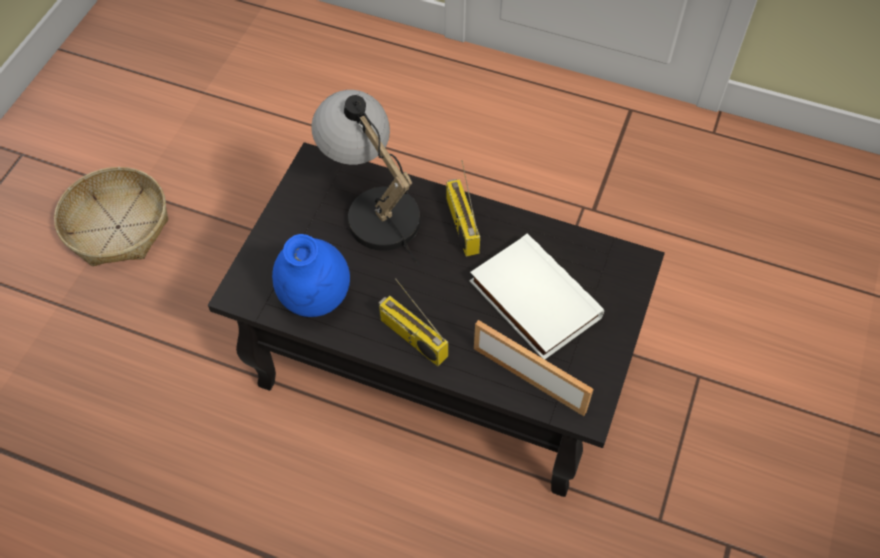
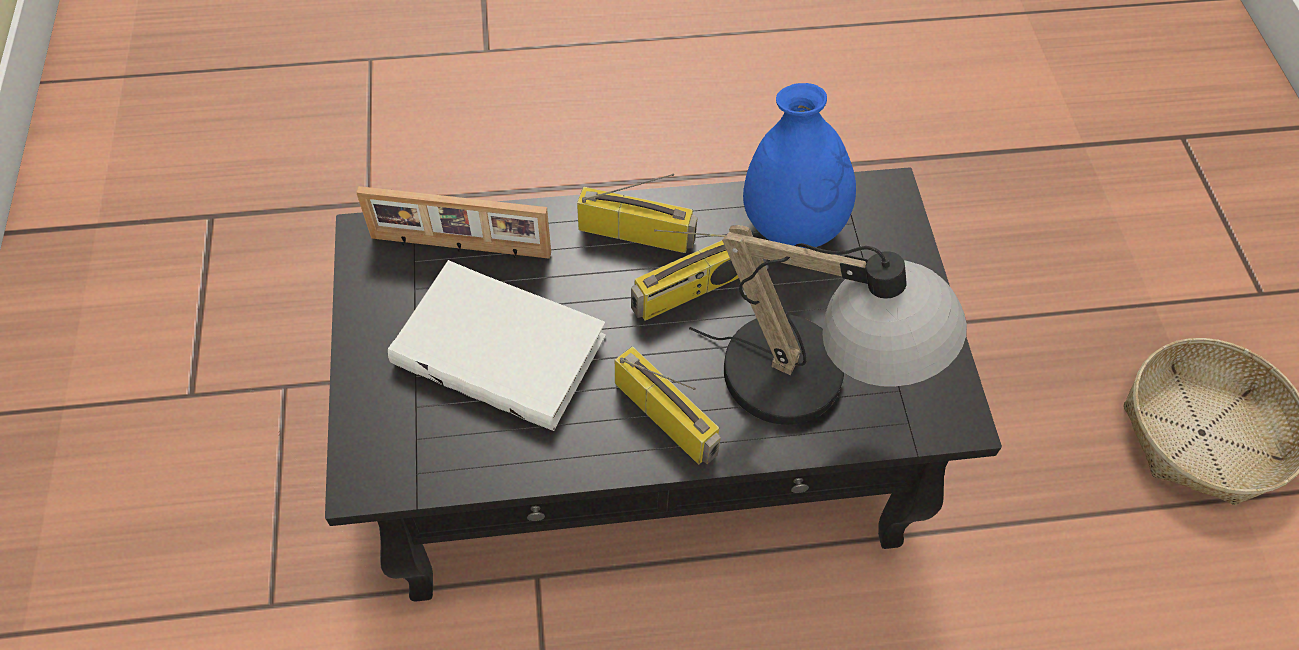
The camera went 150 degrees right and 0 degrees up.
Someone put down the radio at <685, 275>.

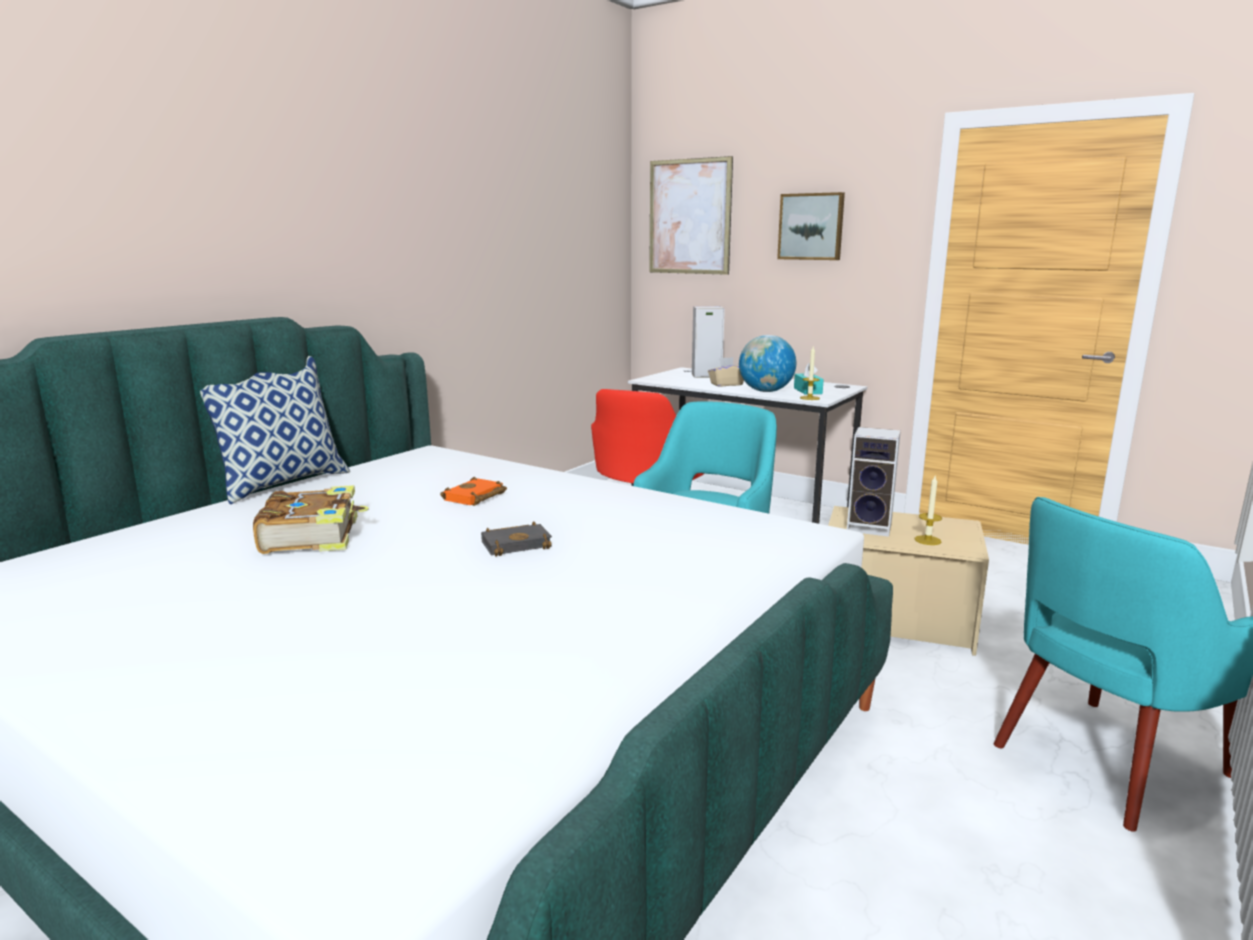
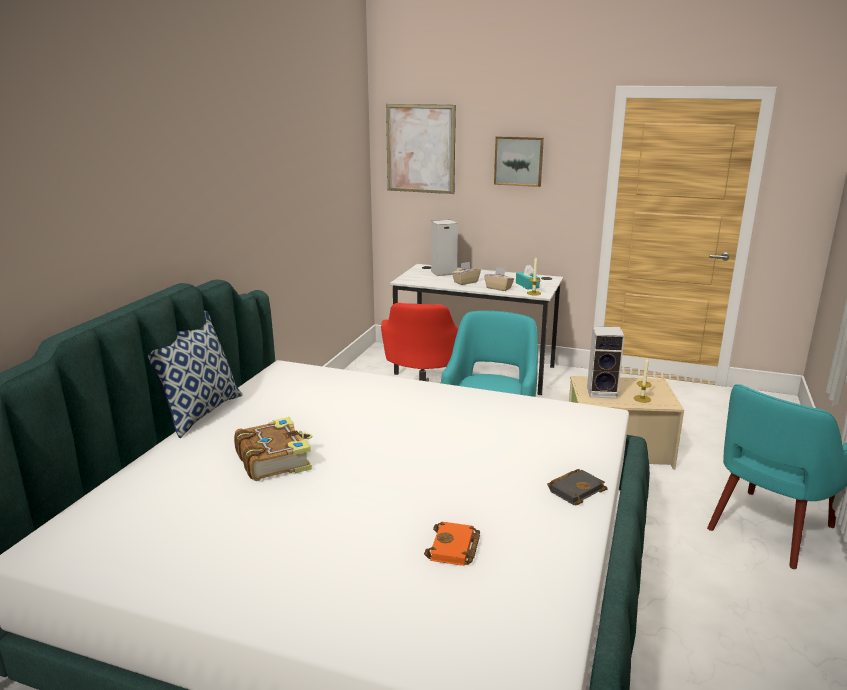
The camera went 15 degrees left and 5 degrees up.
Someone swapped the globe at <767, 363> for the beige tissue box at <499, 279>.
Someone carried the orange book from <473, 491> to <452, 543>.
Someone carried the black book from <516, 539> to <577, 487>.

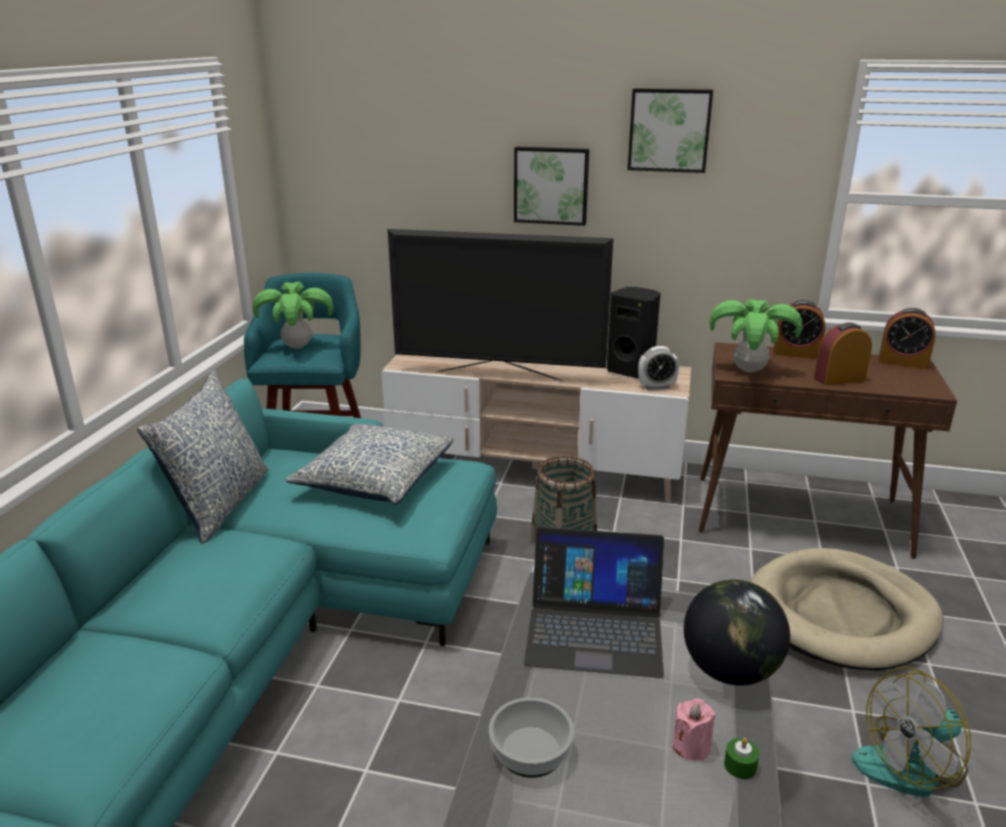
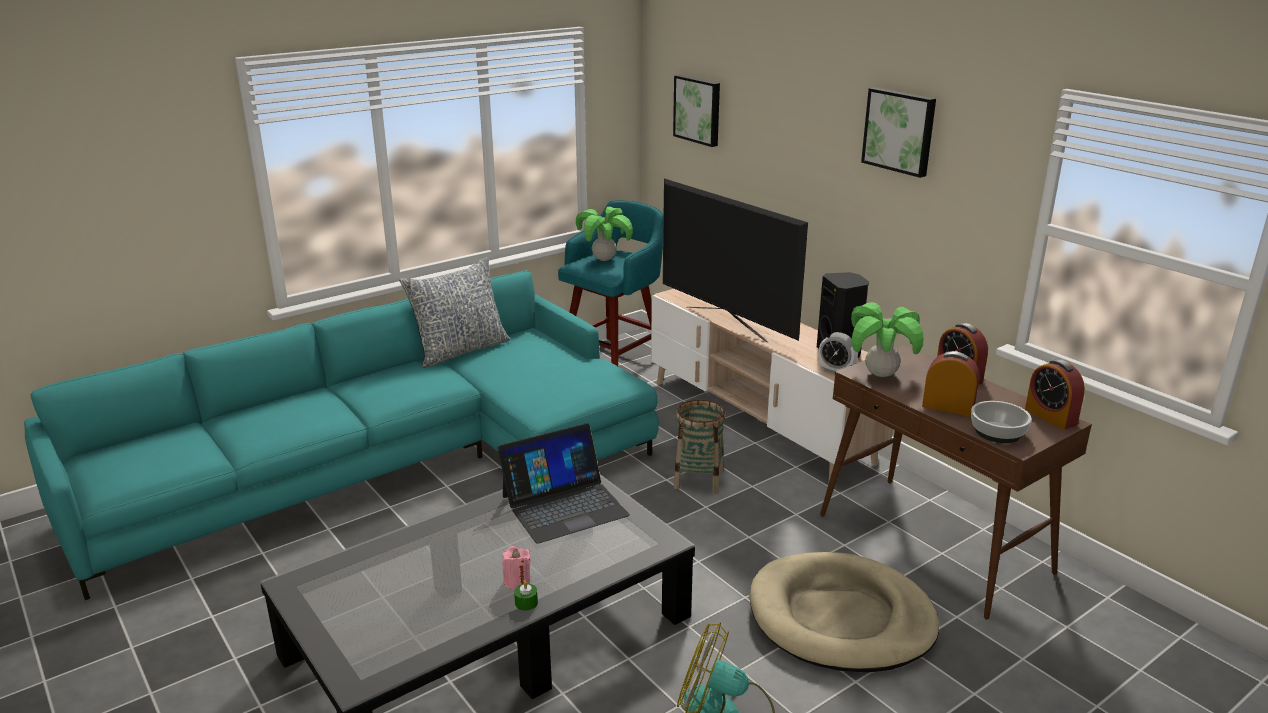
The camera went 40 degrees right and 0 degrees up.
Someone carried the picture from <551, 186> to <696, 111>.
Someone took away the pillow at <370, 464>.
Someone rotated the laptop at <594, 602> by 75 degrees counterclockwise.
Someone took away the globe at <737, 632>.
Someone carried the bowl from <531, 738> to <1001, 422>.

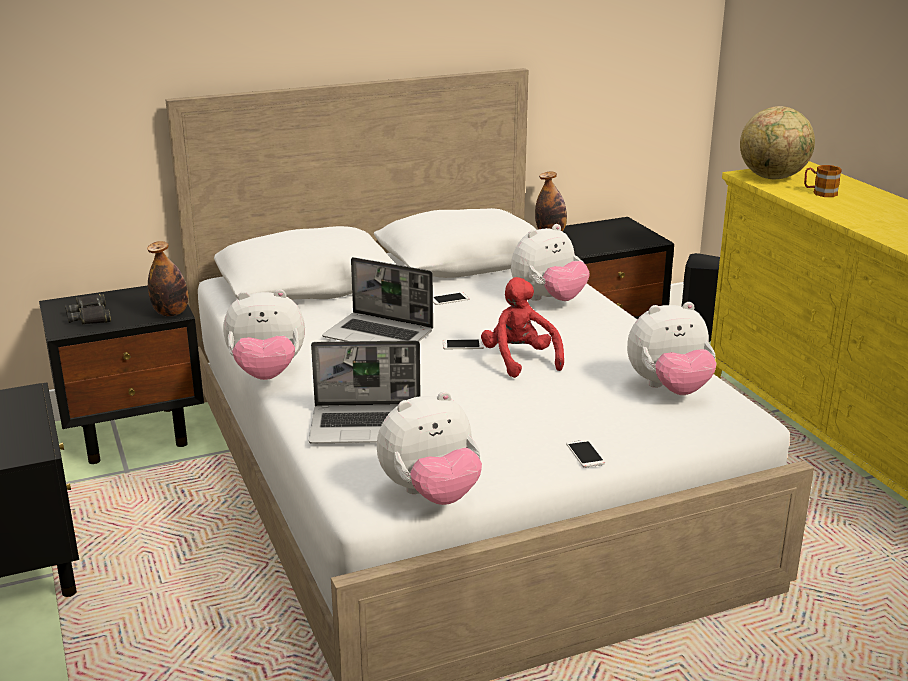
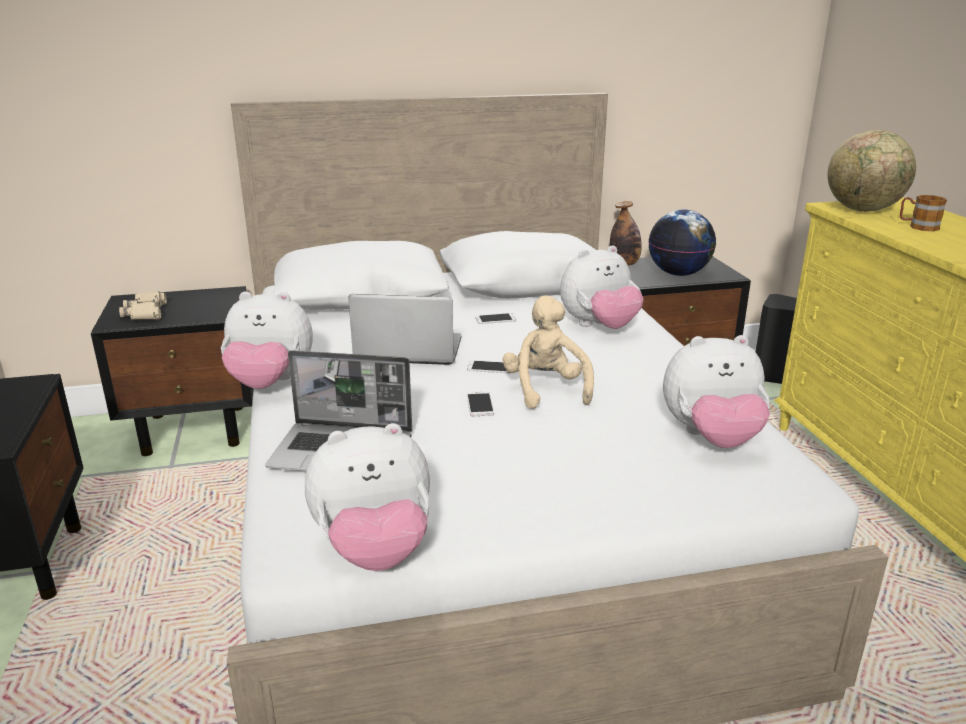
The camera went 10 degrees right and 0 degrees up.
Someone took away the bottle at <167, 279>.
Someone rotated the laptop at <377, 299> by 150 degrees clockwise.
Someone repainted the red plush toy at <522, 327>, which became the beige plush toy at <548, 352>.
Someone repainted the black binoculars at <88, 309>, which became the beige binoculars at <143, 305>.
Someone carried the phone from <585, 453> to <480, 403>.
Someone put down the globe at <682, 243>.

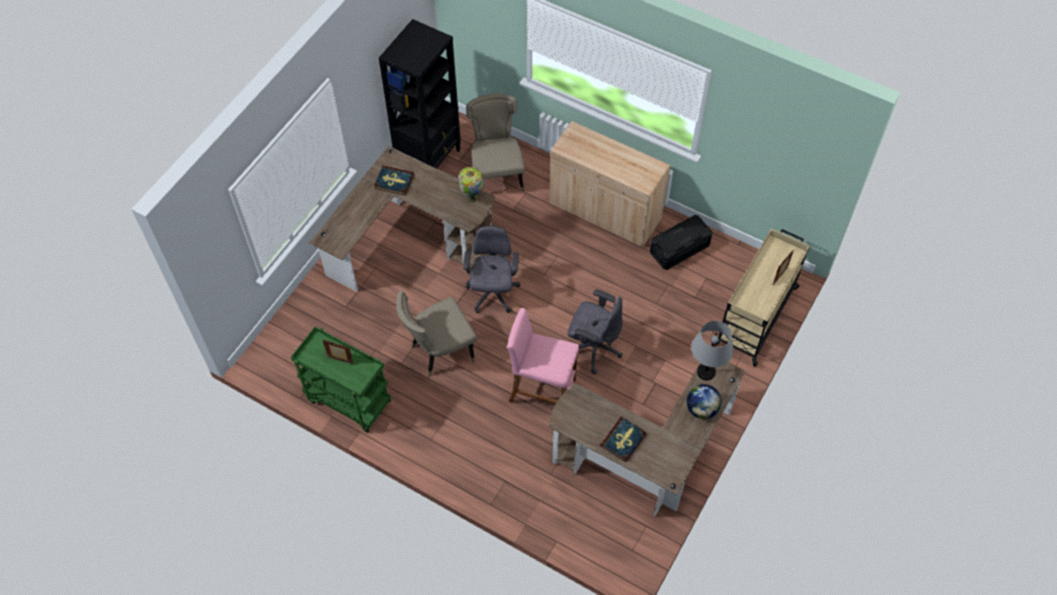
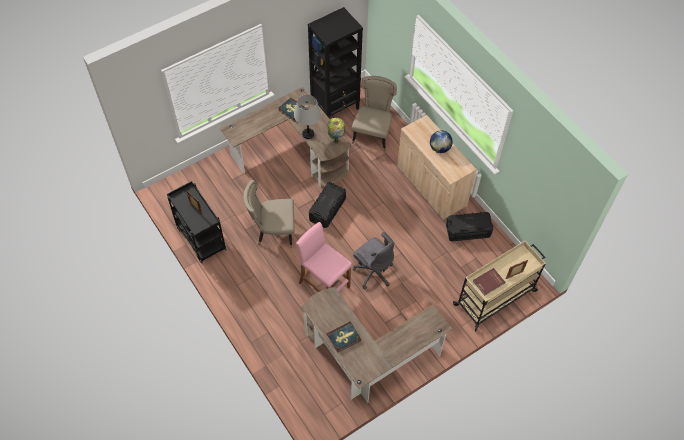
The camera went 25 degrees right and 0 degrees up.
Someone swapped the grey office chair at <491, 269> for the black storage box at <327, 205>.
Someone carried the grey table lamp from <712, 350> to <307, 117>.
Someone repainted the green cart at <341, 380>, which became the black cart at <197, 222>.
Someone carried the globe from <703, 401> to <441, 141>.
Someone put down the red book at <489, 282>.

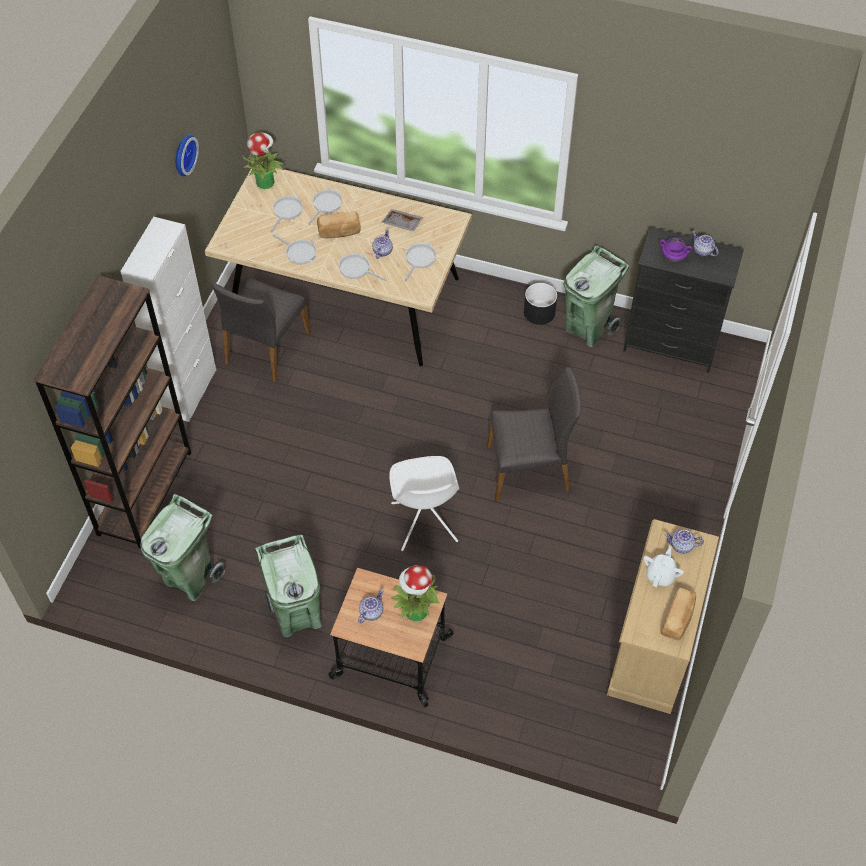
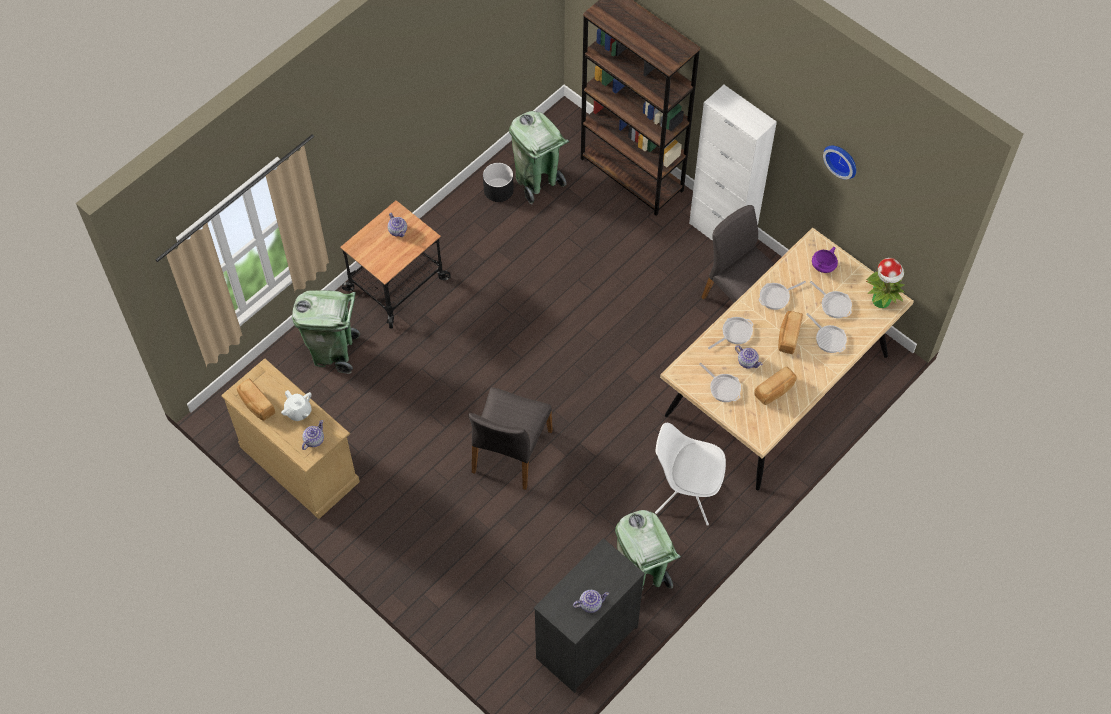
The camera went 115 degrees right and 5 degrees up.
Someone swapped the grey tray at <403, 220> for the bread at <775, 386>.
Someone carried the purple cooking pot from <676, 249> to <825, 260>.
Someone carried the black planter from <540, 304> to <498, 182>.
Someone carried the white chair from <424, 503> to <690, 474>.
Someone carried the green trash can from <288, 586> to <326, 332>.
Someone took away the potted plant at <415, 593>.

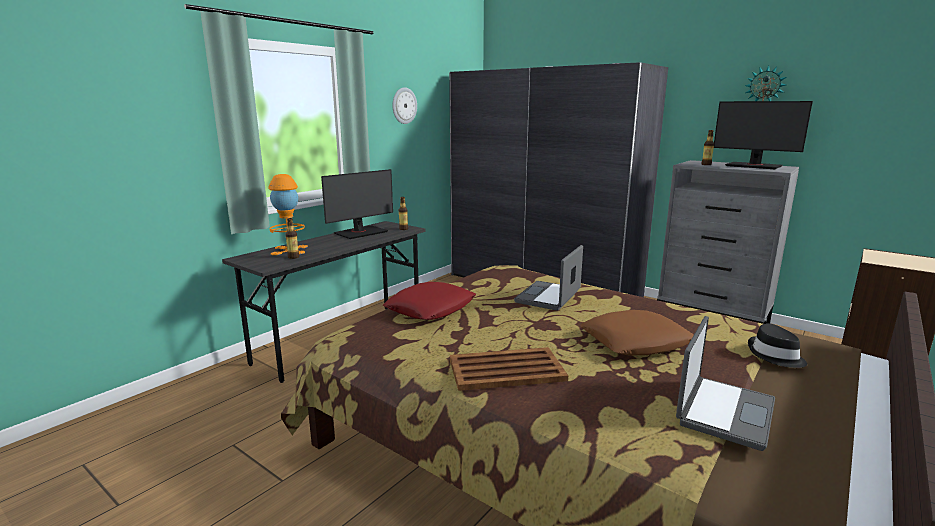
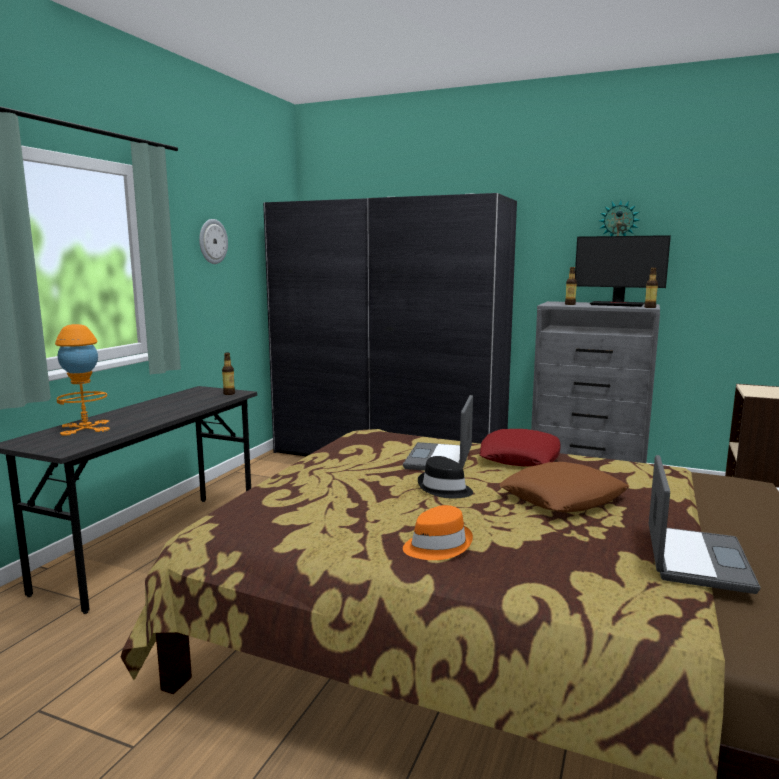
The camera went 15 degrees left and 5 degrees down.
Someone took away the monitor at <357, 204>.
Someone carried the bottle from <292, 238> to <651, 288>.
Someone carried the red pillow from <429, 301> to <520, 448>.
Someone carried the black hat from <777, 345> to <445, 477>.
Someone swapped the brown tray at <509, 369> for the orange hat at <438, 532>.

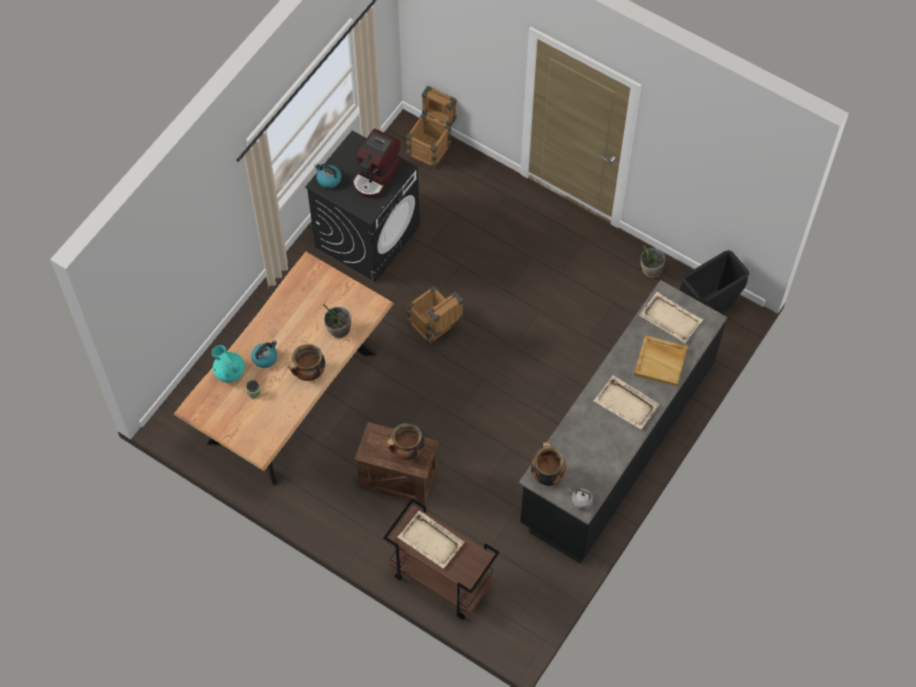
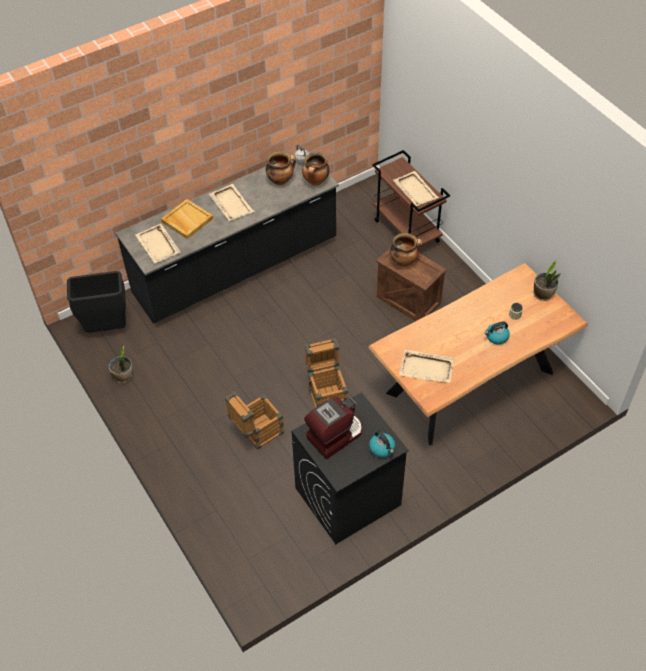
The camera went 155 degrees left and 10 degrees down.
Someone carried the crate from <431, 127> to <254, 421>.
Someone carried the potted plant from <337, 321> to <547, 280>.
Someone took away the turquoise teapot at <228, 363>.
Someone carried the cooking pot from <306, 363> to <281, 168>.
Someone put down the beige tray at <427, 366>.

